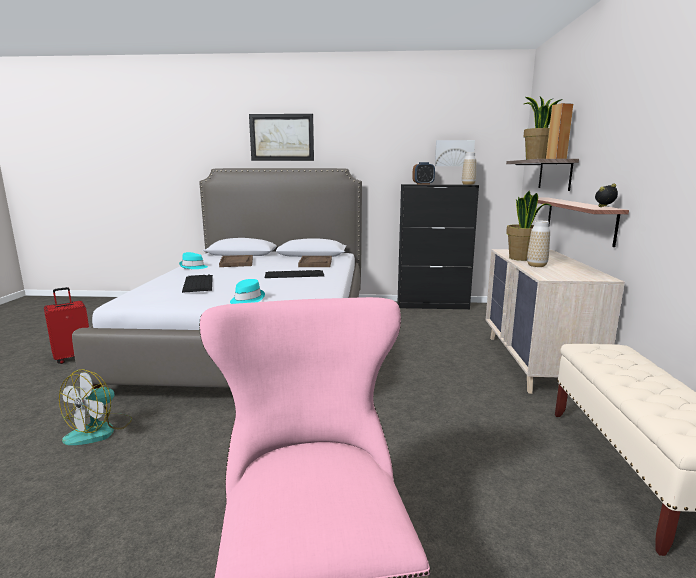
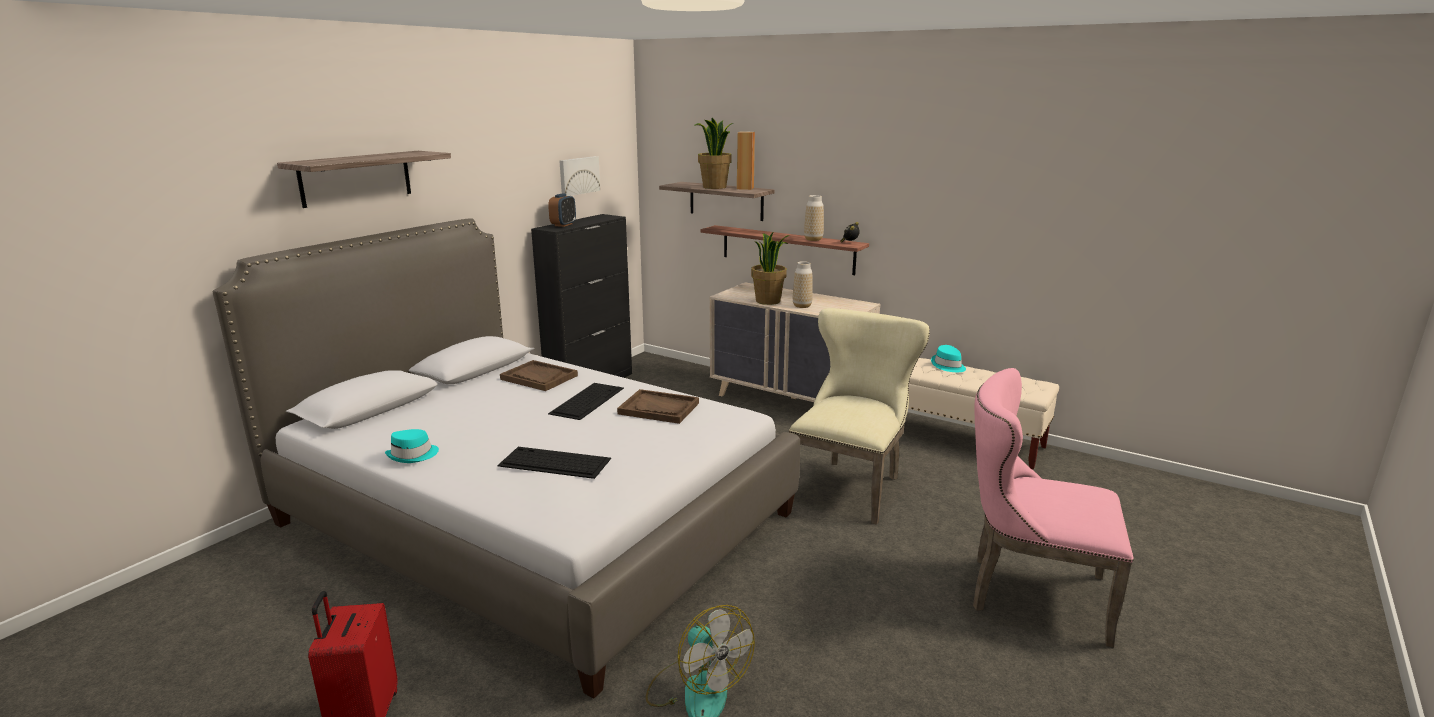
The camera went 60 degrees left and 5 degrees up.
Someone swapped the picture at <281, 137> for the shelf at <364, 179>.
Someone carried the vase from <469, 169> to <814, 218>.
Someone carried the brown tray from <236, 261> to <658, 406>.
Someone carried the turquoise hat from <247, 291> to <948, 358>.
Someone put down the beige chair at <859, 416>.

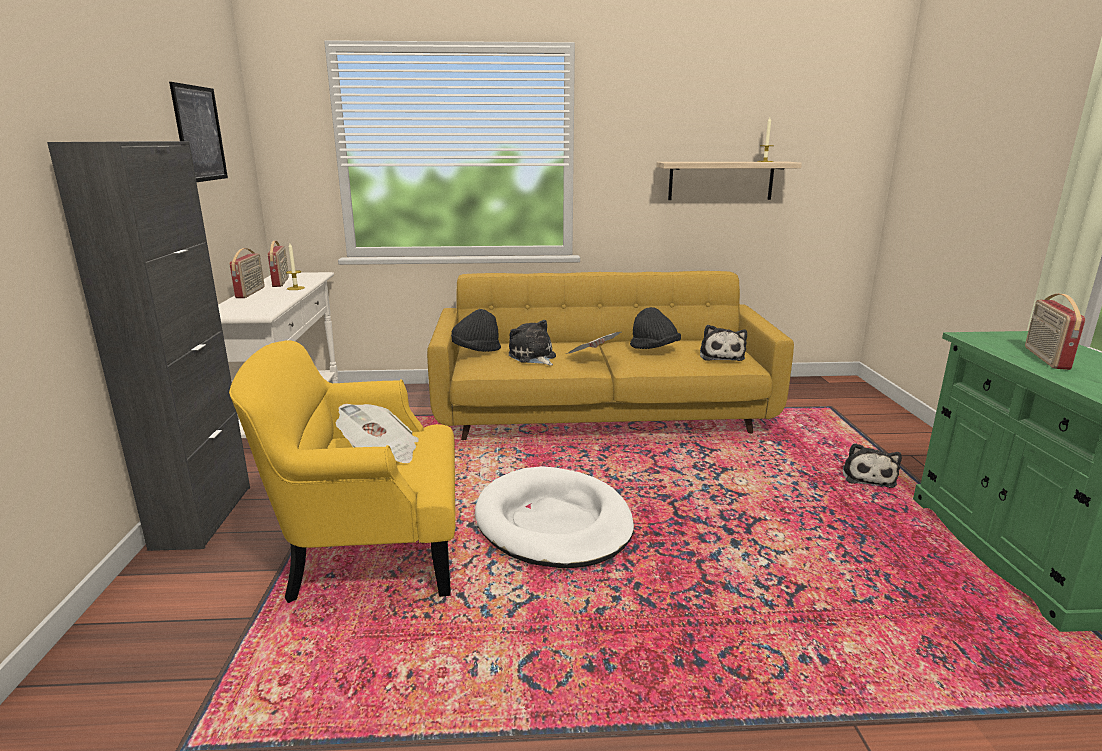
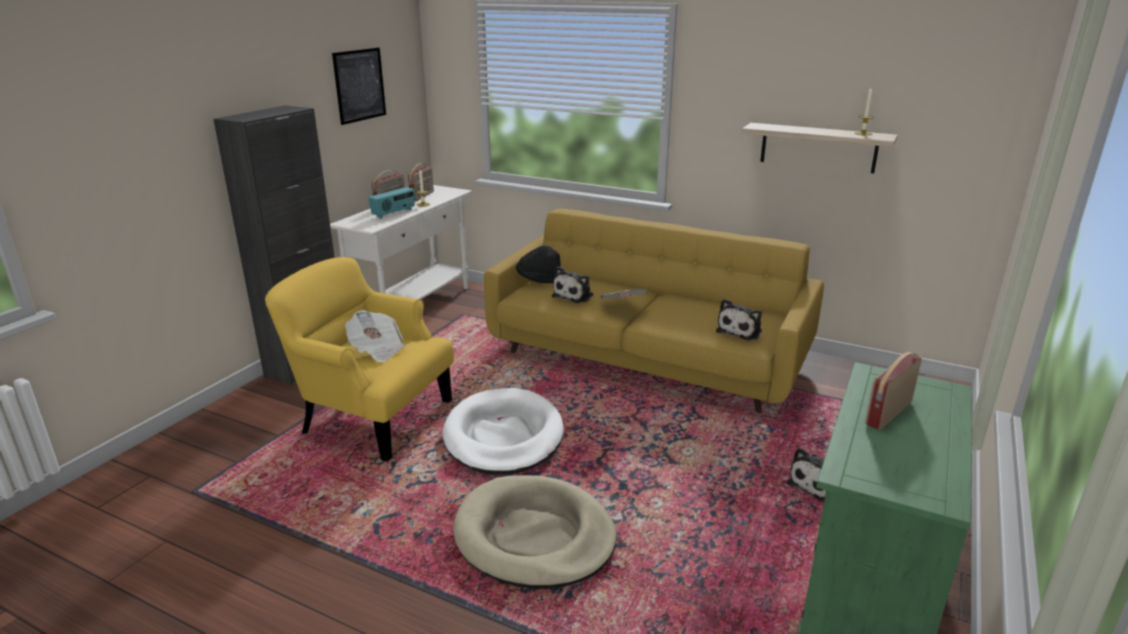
The camera went 30 degrees right and 5 degrees up.
Someone took away the black hat at <655, 328>.
Someone rotated the plush toy at <532, 342> by 150 degrees counterclockwise.
Someone put down the radio at <391, 203>.
Someone put down the beige dog bed at <535, 532>.

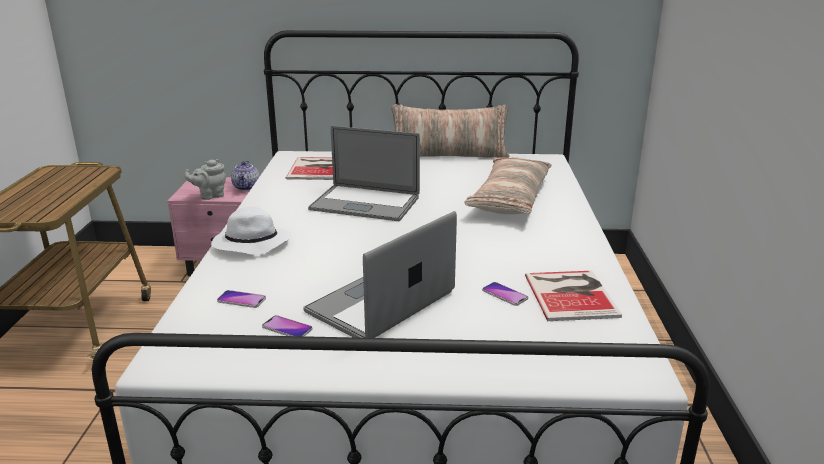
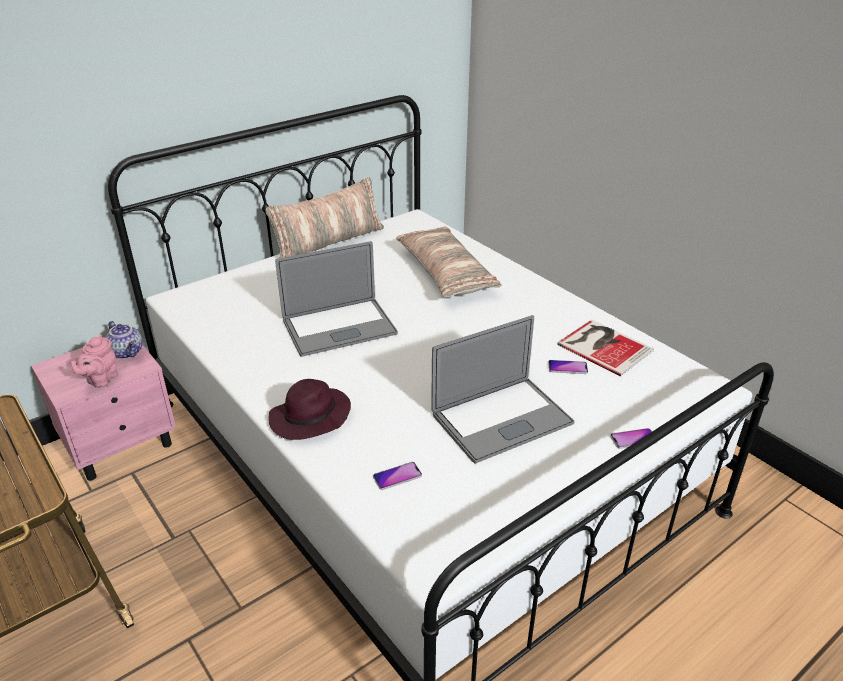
The camera went 40 degrees left and 10 degrees up.
Someone took away the book at <309, 168>.
Someone repainted the grey teapot at <205, 179>, which became the pink teapot at <94, 361>.
Someone repainted the white hat at <251, 230>, which became the purple hat at <309, 409>.
Someone rotated the laptop at <380, 274> by 120 degrees counterclockwise.
Someone carried the phone from <287, 325> to <634, 438>.

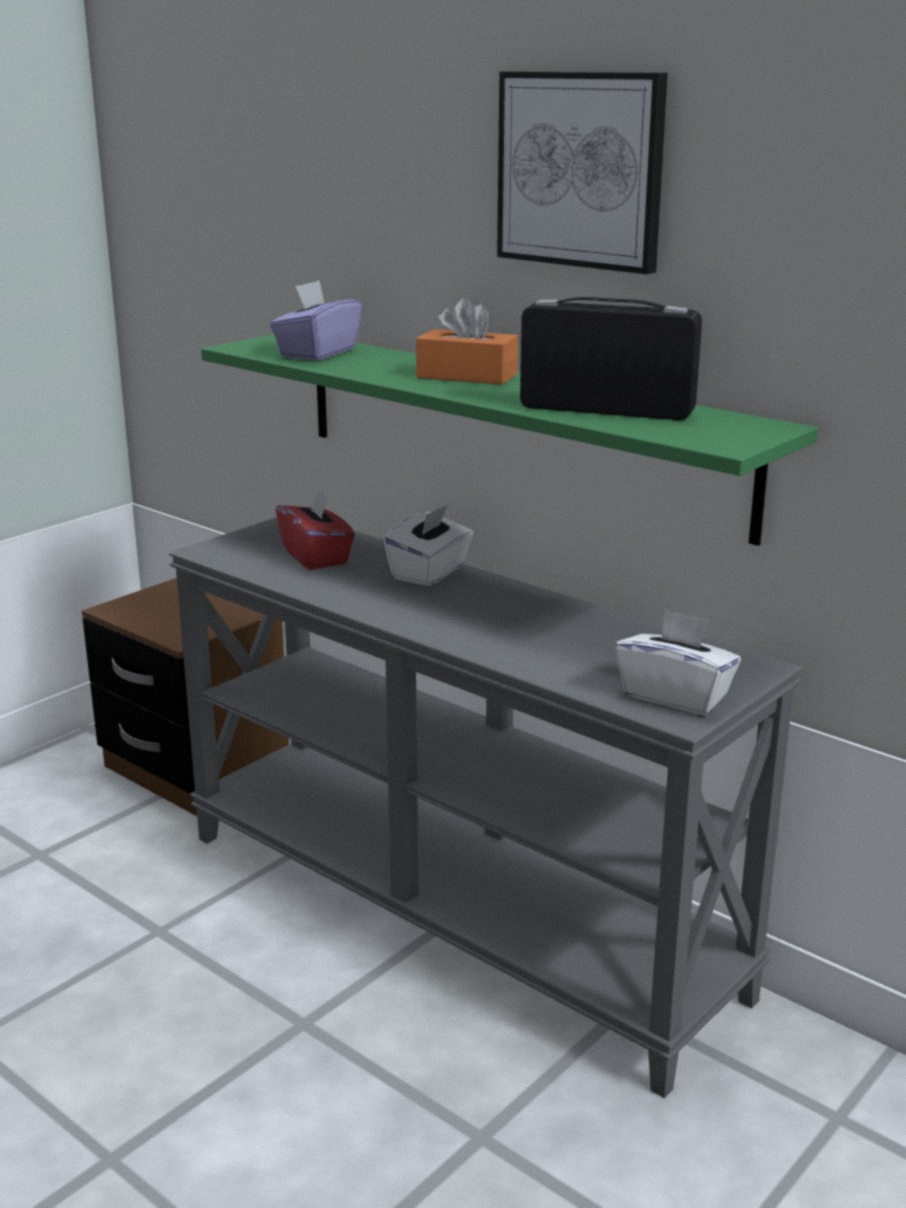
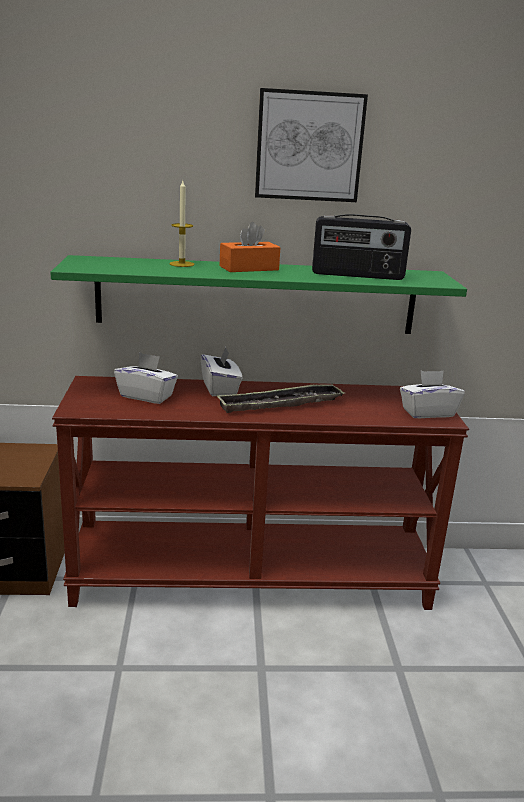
The camera went 45 degrees left and 0 degrees up.
Someone took away the purple tissue box at <316, 320>.
Someone rotated the radio at <611, 358> by 150 degrees counterclockwise.
Someone repainted the red tissue box at <315, 528>, which became the white tissue box at <146, 378>.
Someone repainted the grey console table at <486, 807>, which became the brown console table at <260, 493>.
Someone put down the candle at <182, 224>.
Someone put down the tray at <280, 398>.

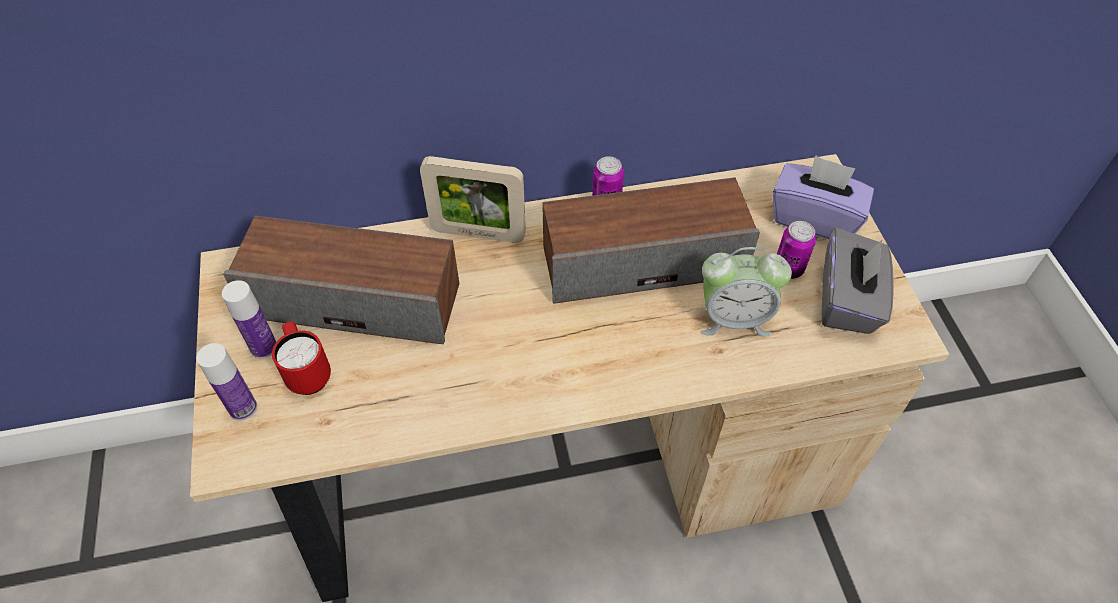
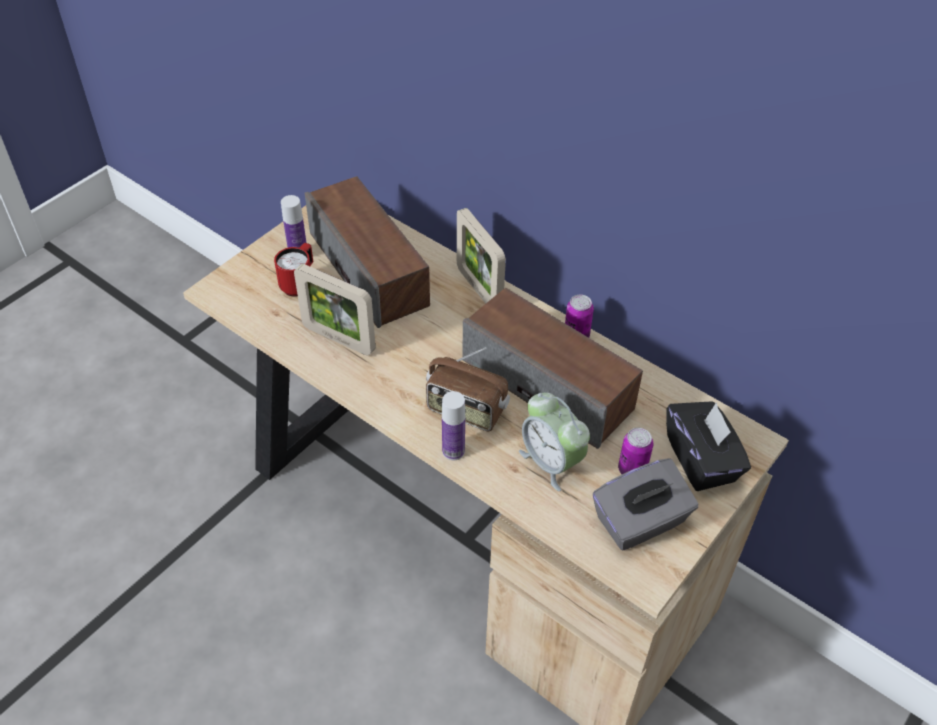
The camera went 50 degrees right and 5 degrees down.
Someone repainted the purple tissue box at <823, 197>, which became the black tissue box at <708, 446>.
Someone carried the bottle from <226, 382> to <453, 425>.
Someone put down the picture frame at <335, 309>.
Someone put down the radio at <468, 389>.

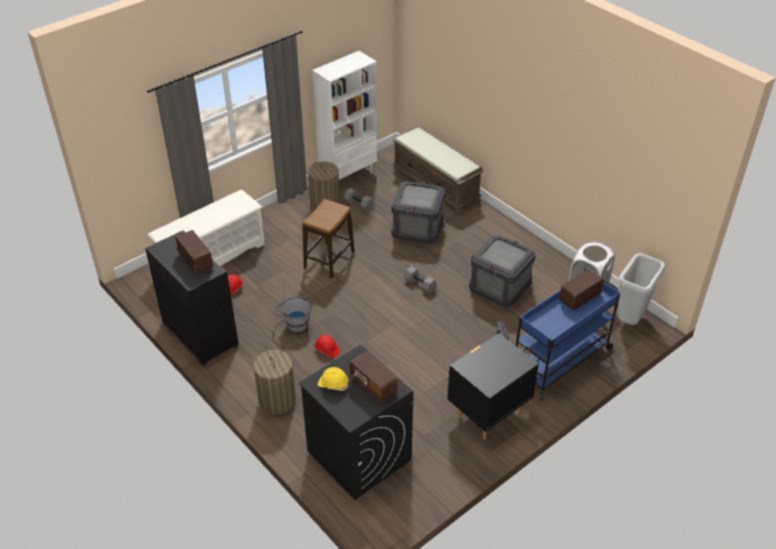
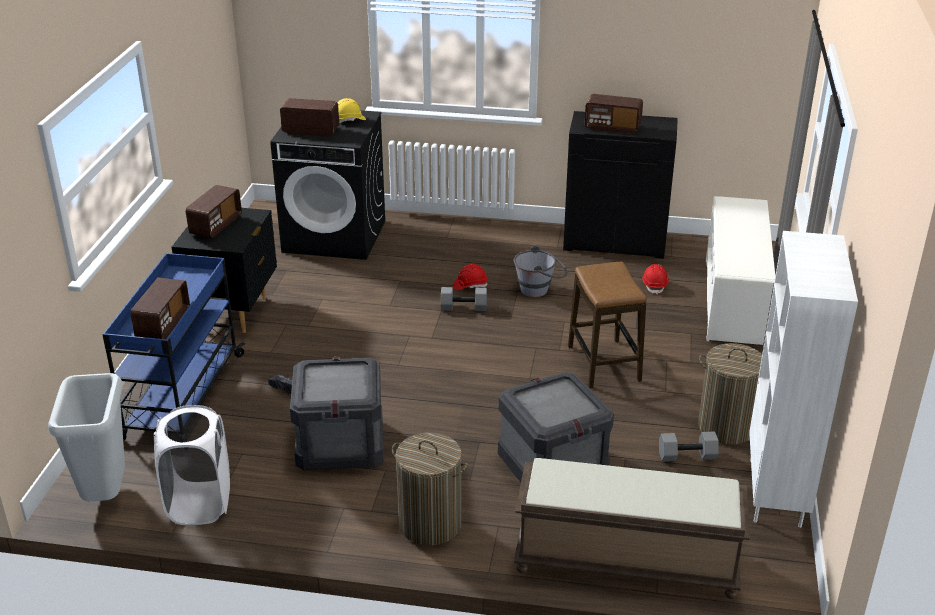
The camera went 140 degrees right and 10 degrees down.
Someone carried the grey dumbbell from <420, 280> to <464, 299>.
Someone carried the laundry basket from <274, 381> to <430, 489>.
Someone put down the radio at <214, 211>.

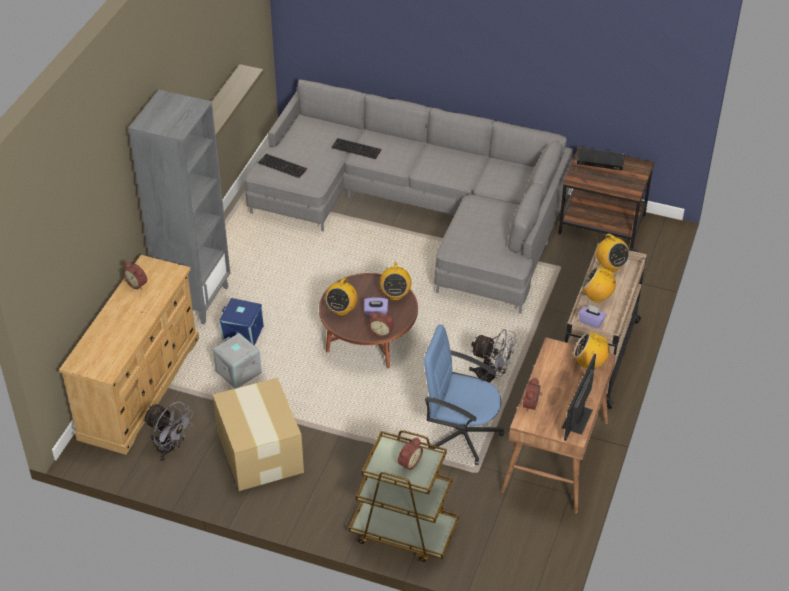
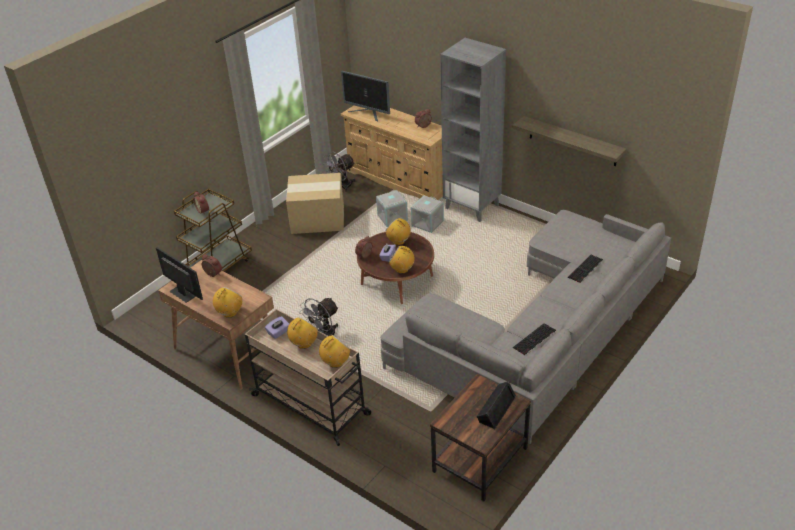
The camera went 110 degrees right and 5 degrees down.
Someone carried the keyboard from <282, 166> to <534, 339>.
Someone rotated the radio at <613, 253> by 150 degrees clockwise.
Someone repainted the blue storage box at <242, 321>, which became the grey storage box at <427, 214>.
Someone took away the blue office chair at <464, 394>.
Someone put down the monitor at <365, 96>.

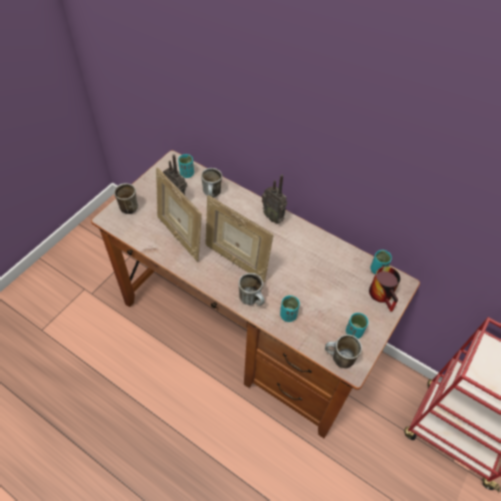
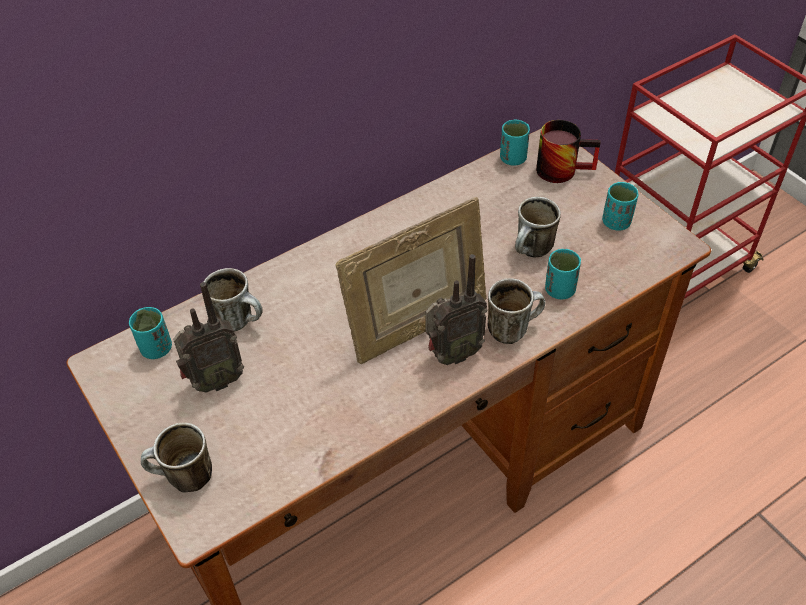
The camera went 65 degrees left and 5 degrees down.
Someone took away the picture frame at <179, 214>.
Someone carried the radio from <274, 199> to <456, 309>.
Someone carried the mug from <343, 351> to <538, 227>.

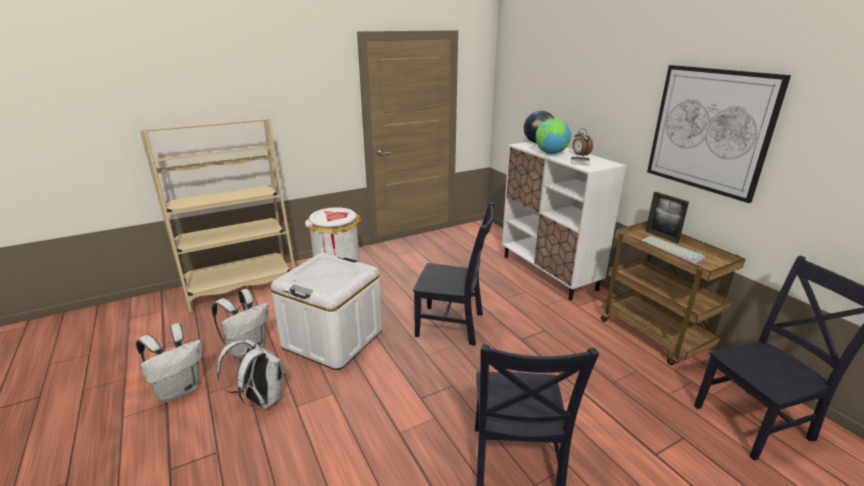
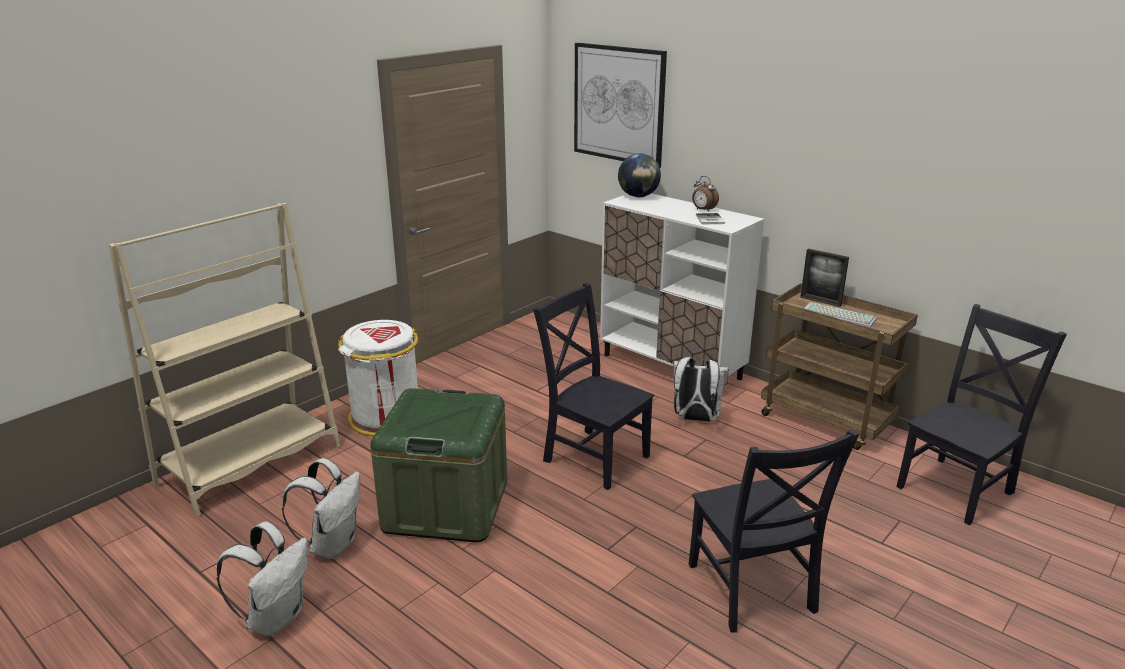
The camera went 20 degrees left and 0 degrees up.
Someone carried the picture from <719, 134> to <620, 105>.
Someone took away the globe at <553, 136>.
Someone rotated the black chair at <454, 274> by 135 degrees counterclockwise.
Someone repainted the white storage box at <327, 311>, which became the green storage box at <438, 465>.
Someone carried the white backpack from <251, 374> to <701, 389>.

